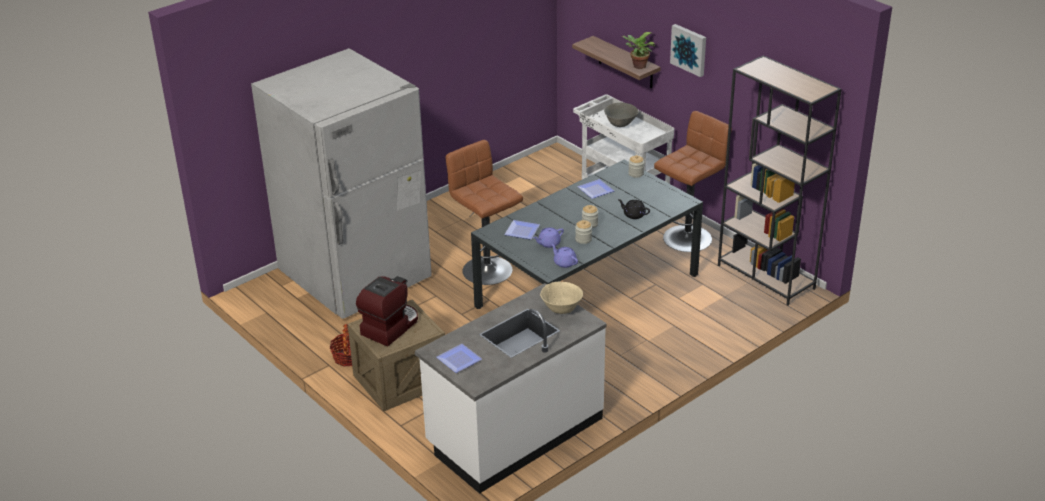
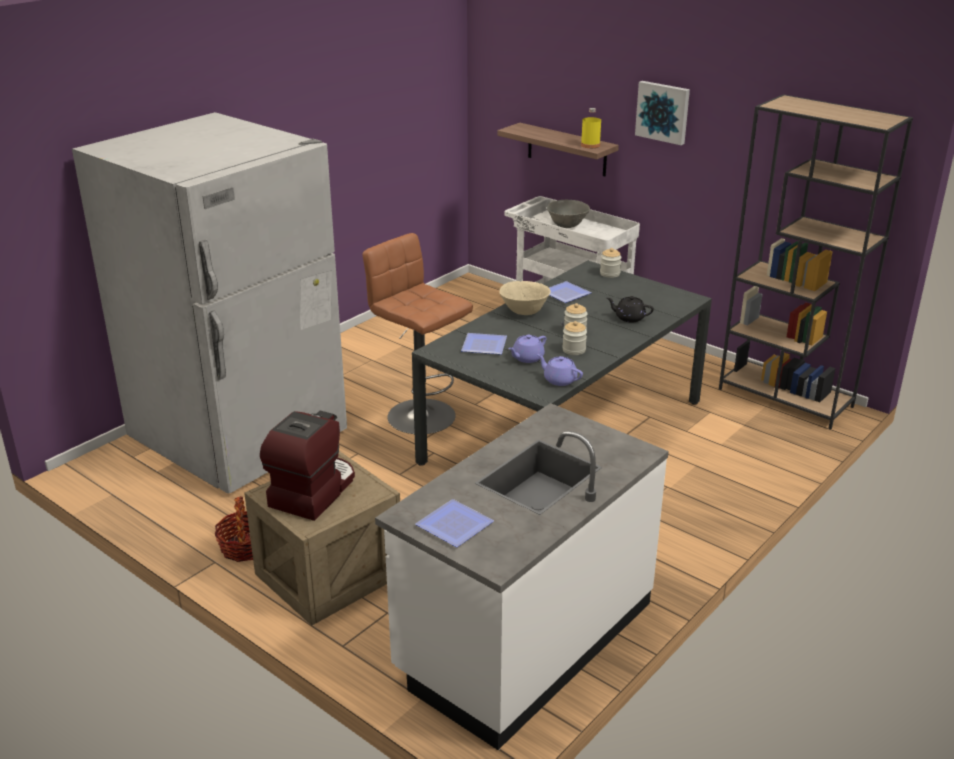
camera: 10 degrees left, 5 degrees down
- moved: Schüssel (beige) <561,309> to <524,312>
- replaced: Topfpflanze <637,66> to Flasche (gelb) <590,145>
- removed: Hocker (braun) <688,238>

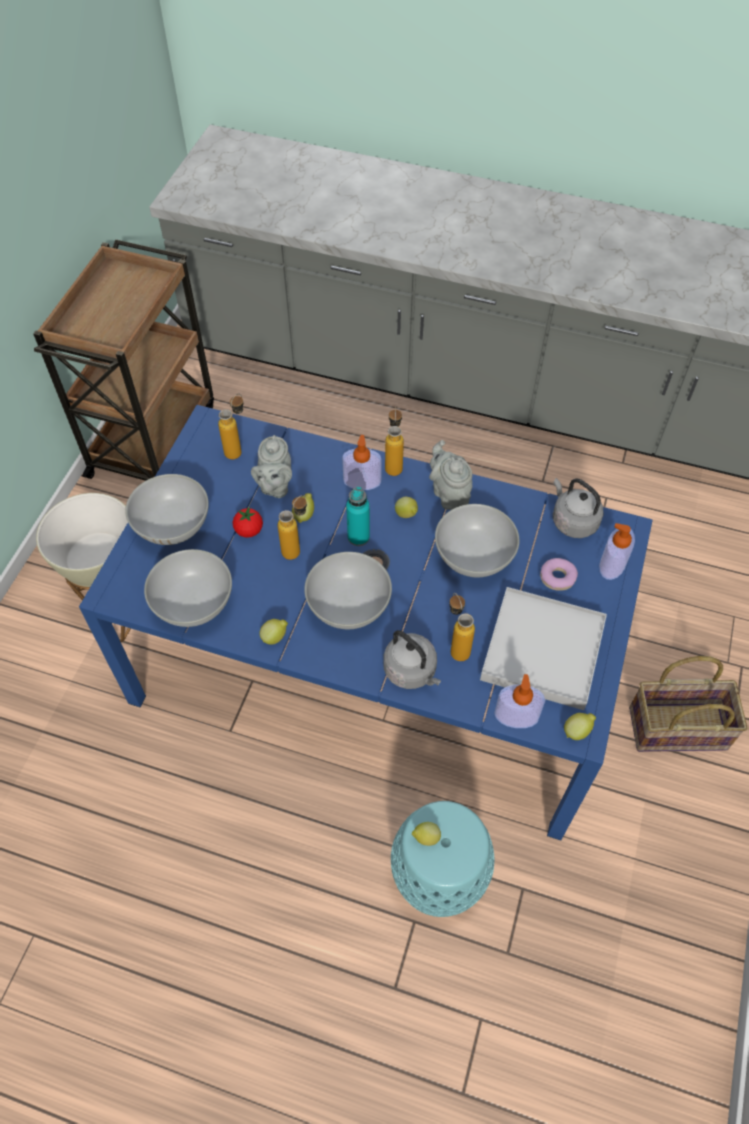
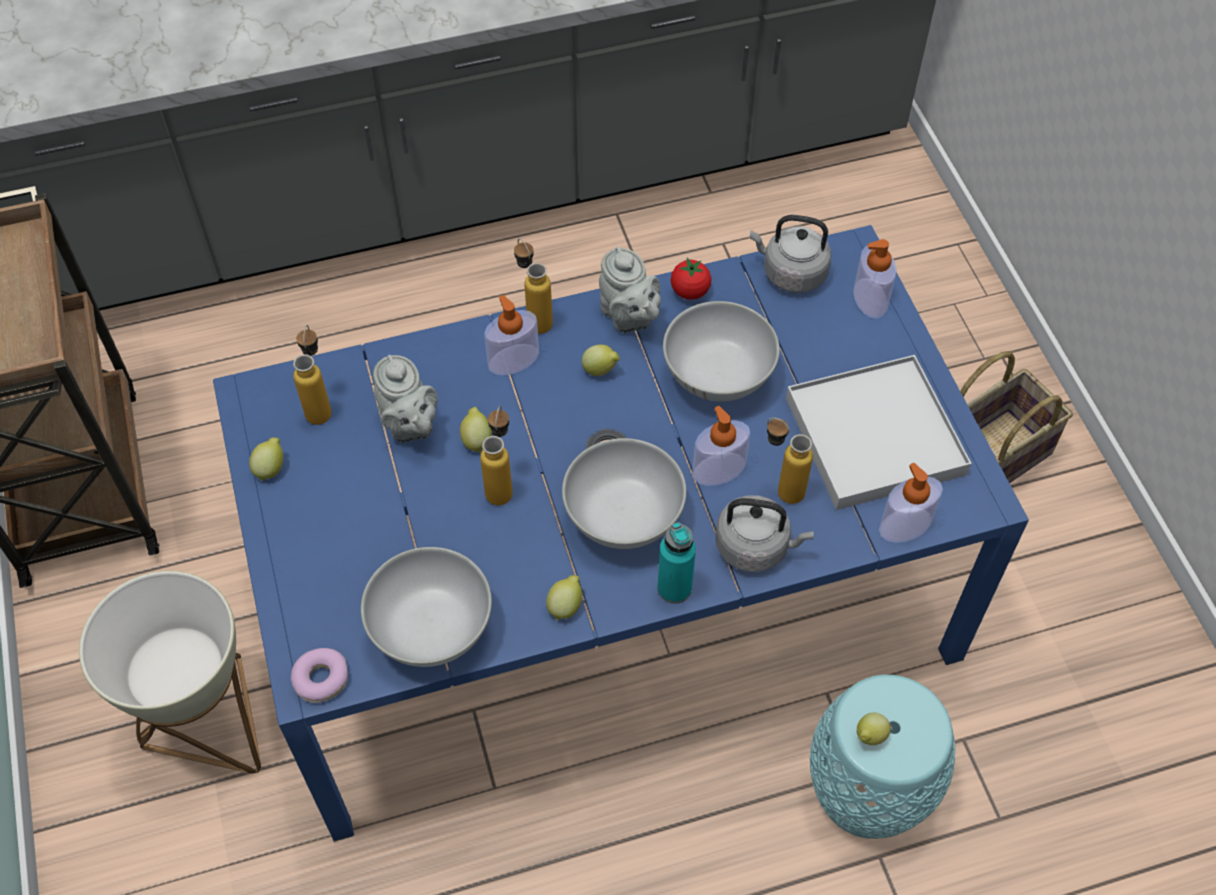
camera: 35 degrees left, 0 degrees up
- moved: Zitrone <577,731> to <271,468>
- moved: Donut <557,577> to <321,679>
- turned: Teekanne (grau) <449,493> = <628,317> 150 degrees counterclockwise
- moved: Flasche (türkis) <358,537> to <674,588>
- moved: Tomate <249,530> to <690,291>
- added: Seifenspender <719,469>
- removed: Schüssel (weiß) <173,527>

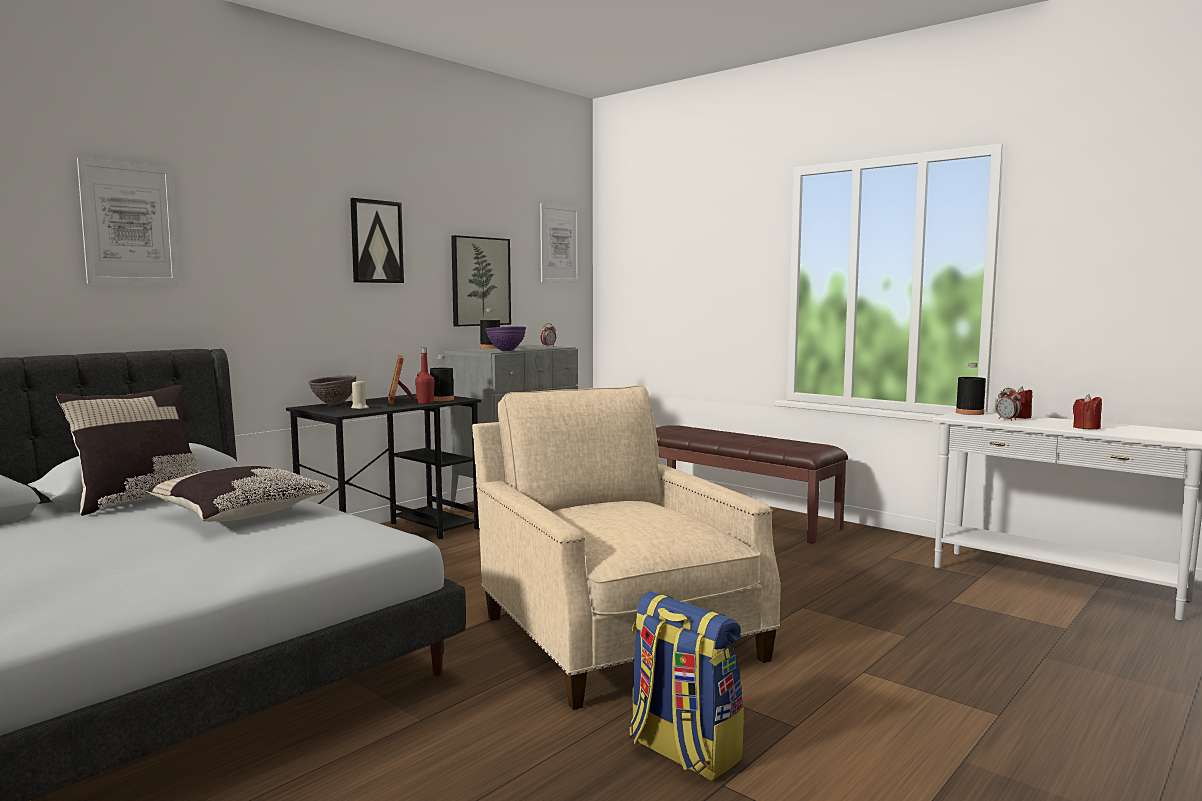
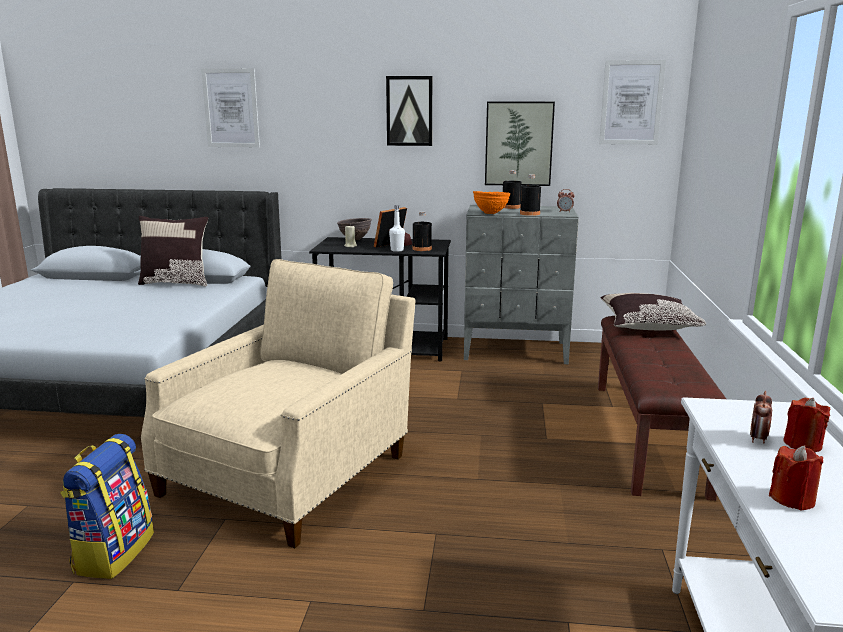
camera: 55 degrees right, 10 degrees up
- recoloured: Flasche (rot) <425,403> to Flasche (weiß) <397,250>
- recoloured: Schüssel (lila) <506,351> to Schüssel (orange) <491,213>
- moved: Flasche (schwarz) <969,413> to <530,214>
- moved: Kissen <241,514> to <648,326>

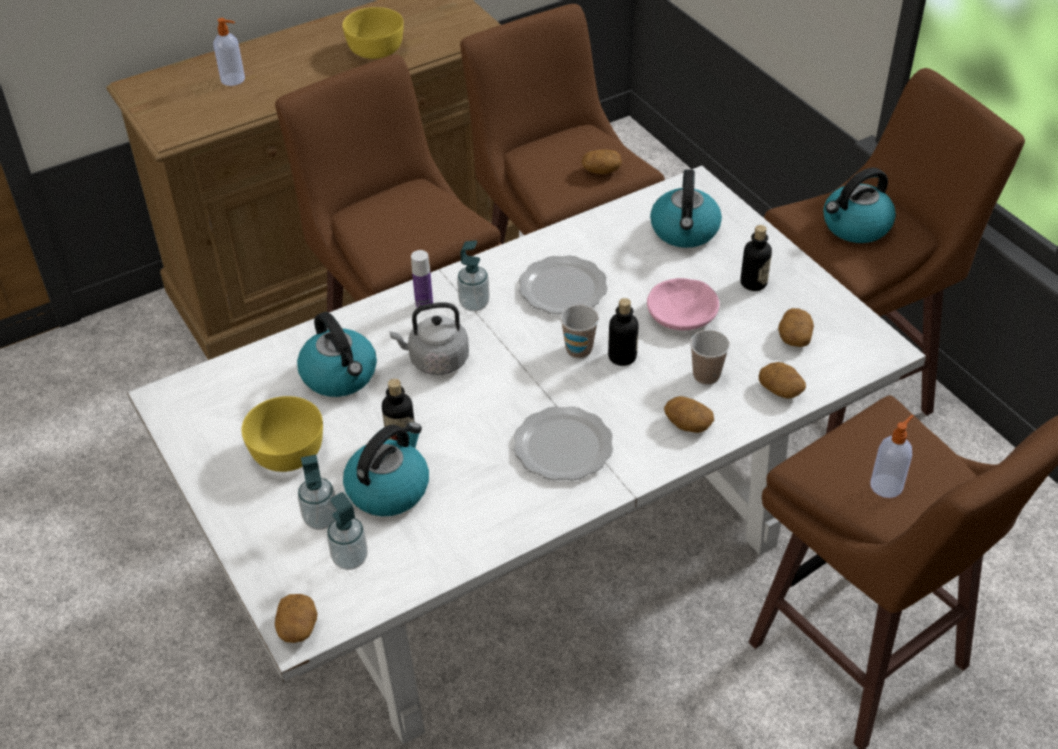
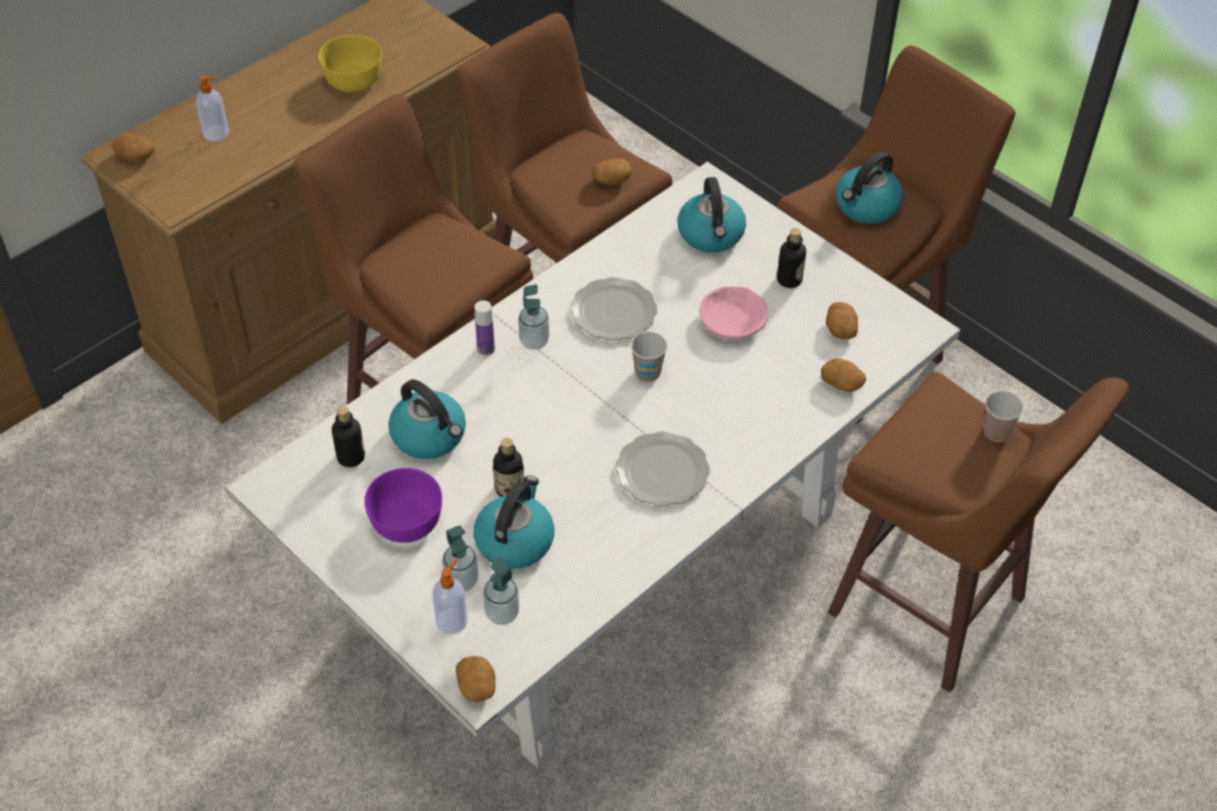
camera: 15 degrees left, 5 degrees up
- moved: Kartoffel <687,424> to <135,156>
- moved: Flasche <622,357> to <351,457>
- recoloured: Schüssel (gelb) <288,450> to Schüssel (lila) <406,520>
- moved: Seifenspender <887,485> to <452,620>
- moved: Tasse <706,375> to <996,432>
- removed: Wasserkessel (grau) <435,361>

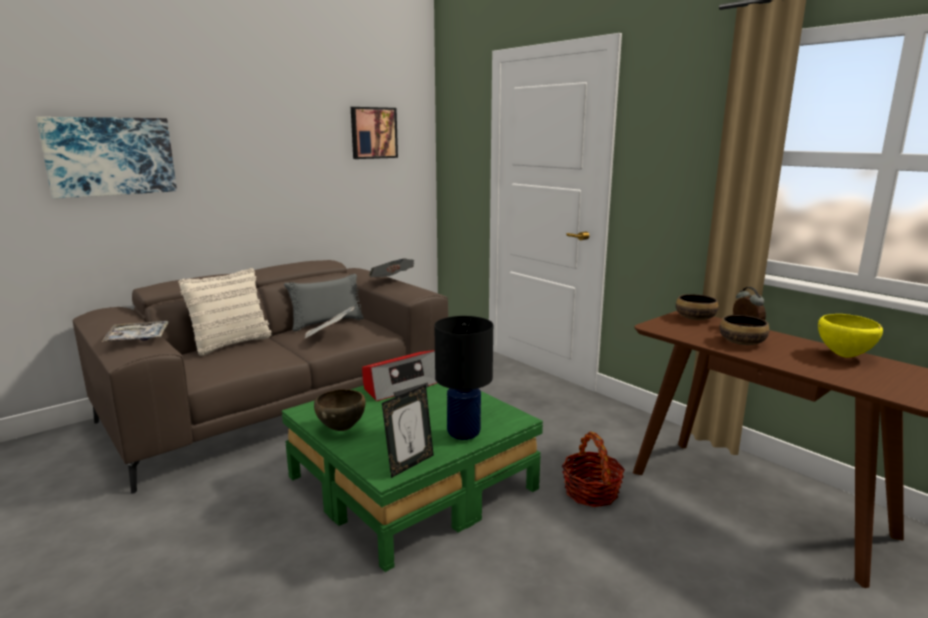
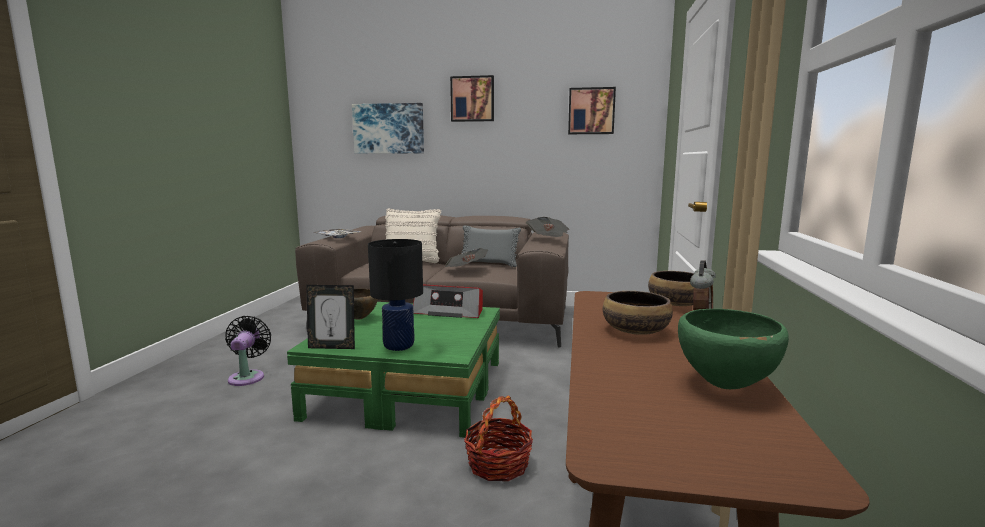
camera: 50 degrees right, 5 degrees down
- added: Ventilator (schwarz) <248,377>
- added: Bild <472,99>
- recoloured: Schüssel (gelb) <844,356> to Schüssel (grün) <726,386>

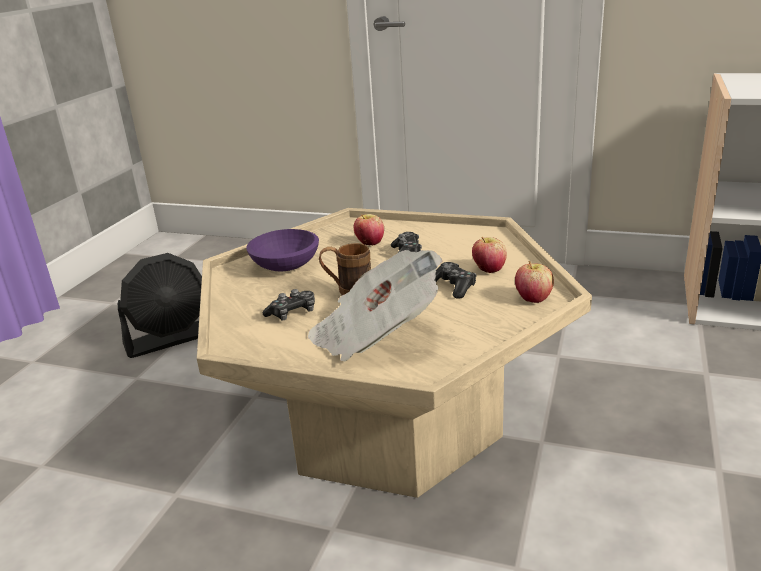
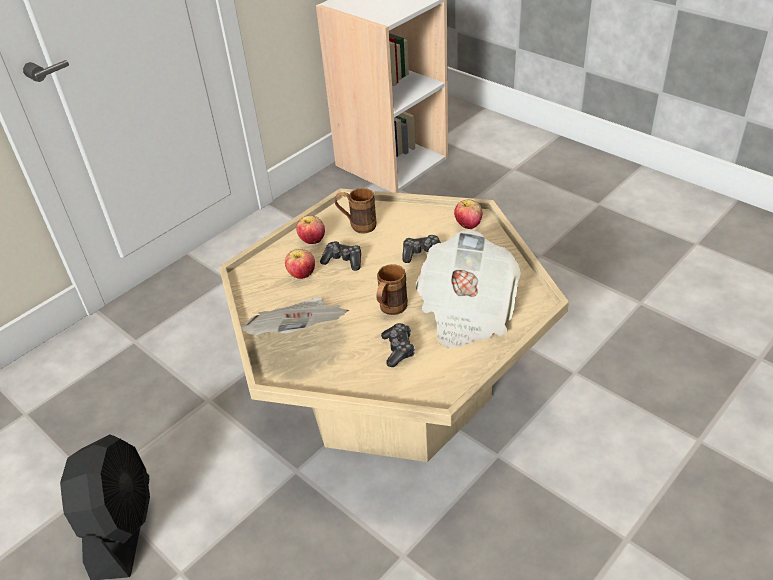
camera: 65 degrees left, 15 degrees up
- replaced: Schüssel (lila) <286,265> to Zeitung <300,336>
- moved: Apfel <489,269> to <312,240>
- added: Henkelbecher (braun) <357,226>

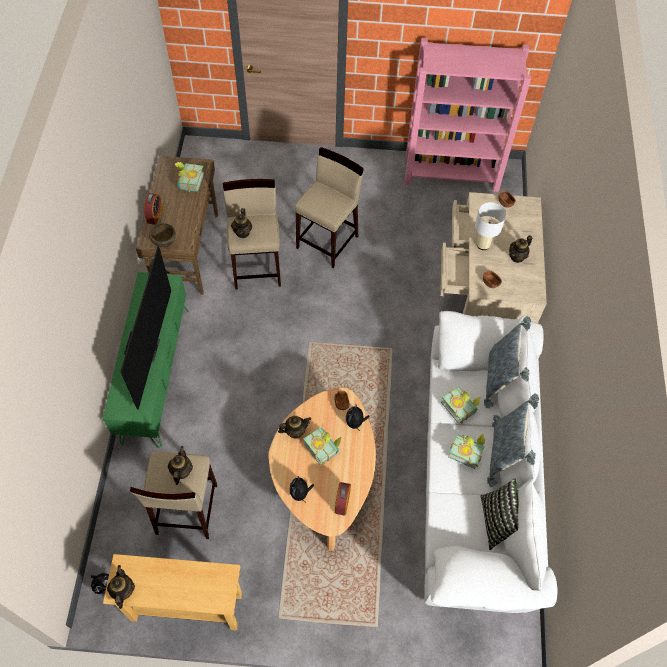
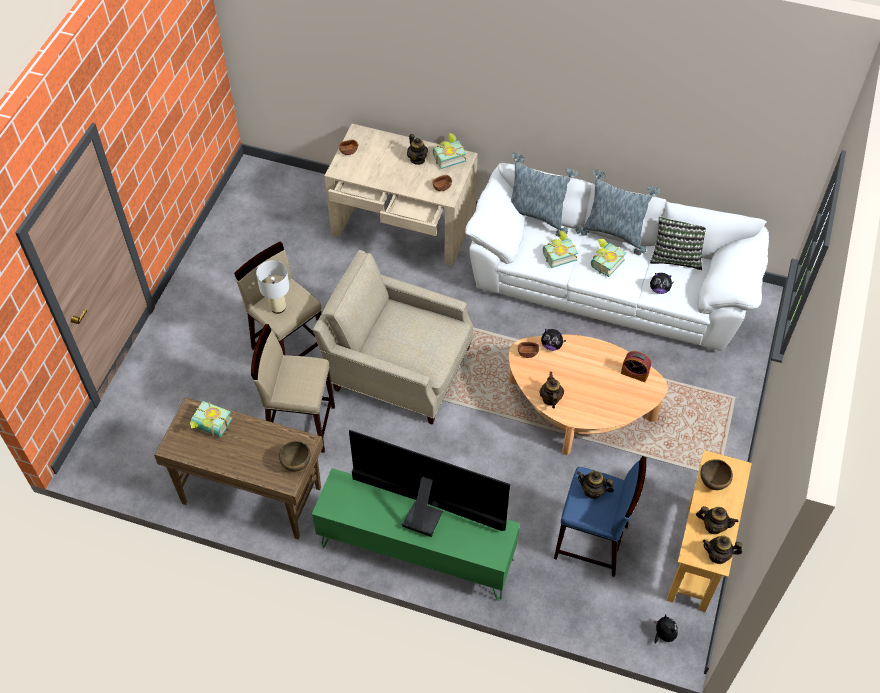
camera: 75 degrees left, 5 degrees down
- moved: Tischlampe (weiß) <483,244> to <277,307>
- added: Sessel (beige) <398,367>
- moved: Buch <324,447> to <448,157>
- recoloured: Hocker (beige) <186,510> to Hocker (blau) <591,543>
- moved: Plüschtier <300,493> to <659,289>
- moved: Teekanne <242,232> to <713,526>
- added: Schüssel (braun) <713,483>
- removed: Wecker <154,215>
- removed: Bücherregal (rosa) <451,172>

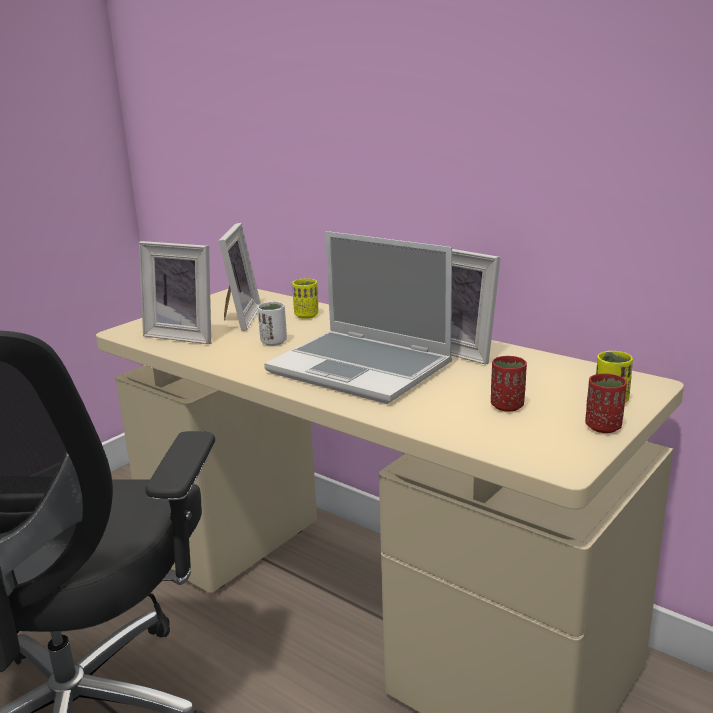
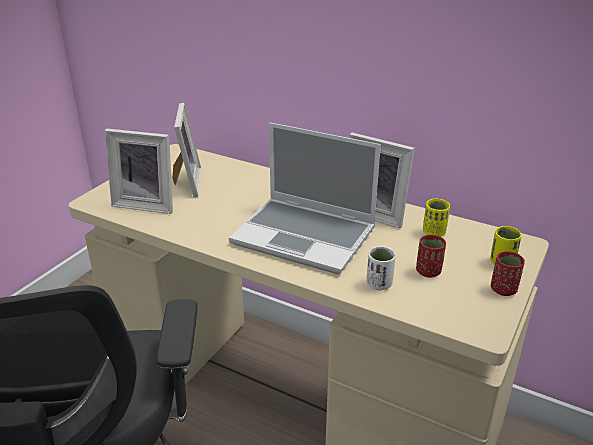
camera: 10 degrees left, 10 degrees up
- moved: Tasse (weiß) <273,342> to <379,284>
- moved: Tasse (gelb) <306,315> to <434,233>

